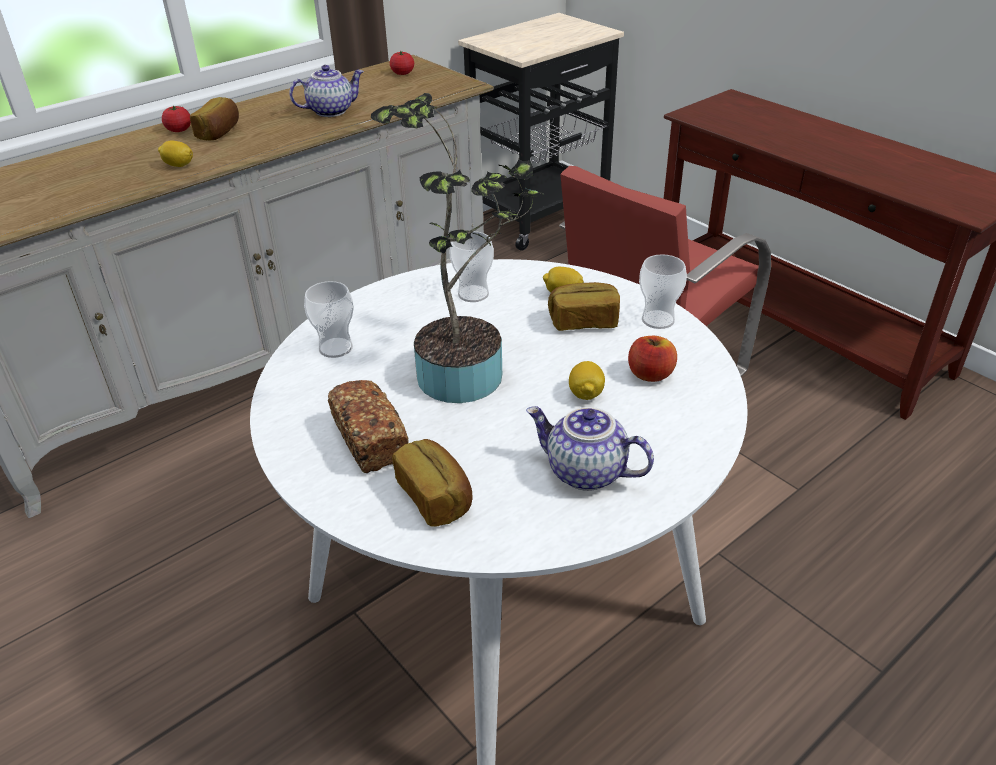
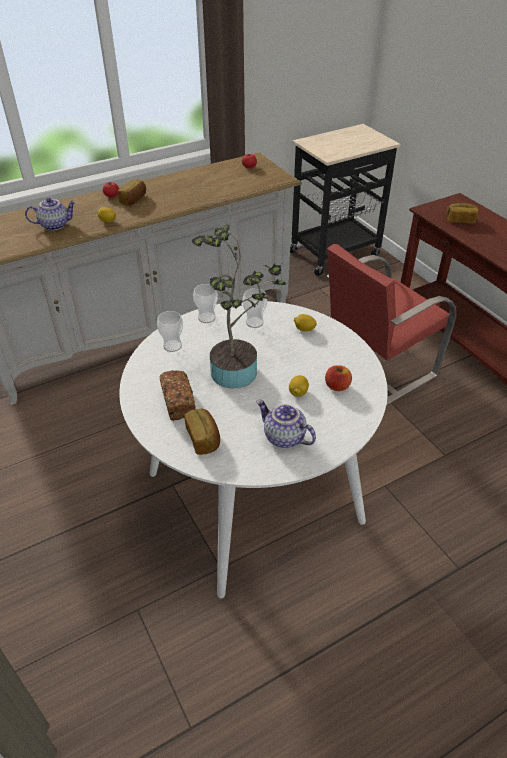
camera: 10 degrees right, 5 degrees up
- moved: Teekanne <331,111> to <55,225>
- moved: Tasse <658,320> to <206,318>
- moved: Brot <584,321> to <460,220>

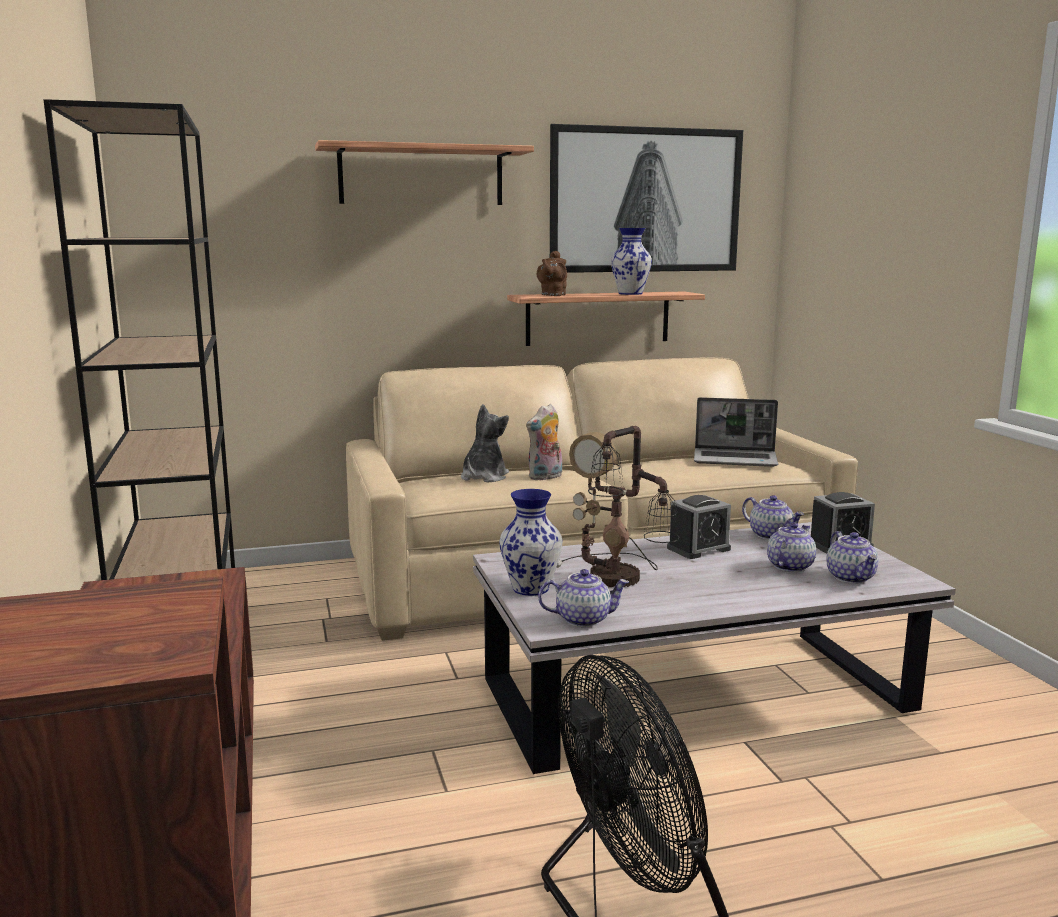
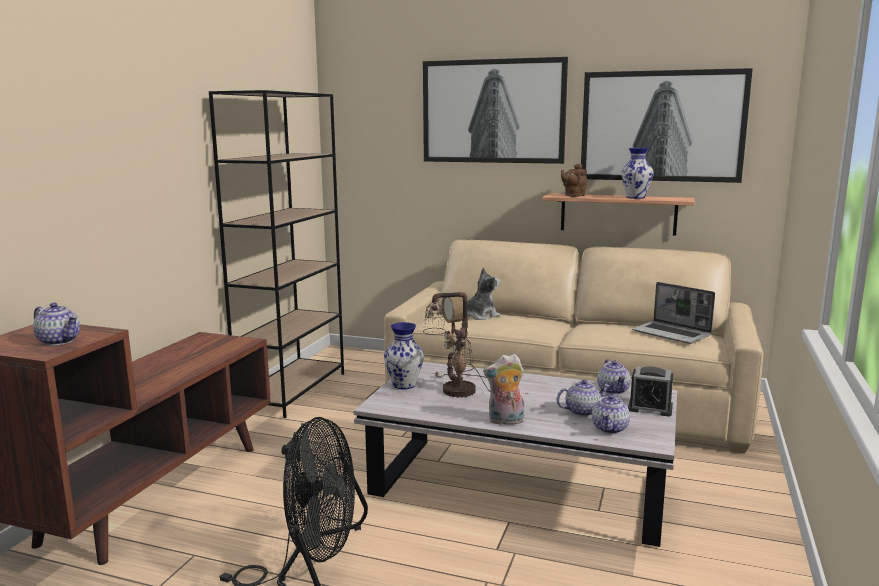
camera: 35 degrees right, 0 degrees up
- moved: Teekanne <583,619> to <60,341>
- replaced: Wandregal <421,176> to Bild <493,111>
- moved: Plüschtier <545,477> to <505,421>
- removed: Wecker <698,549>

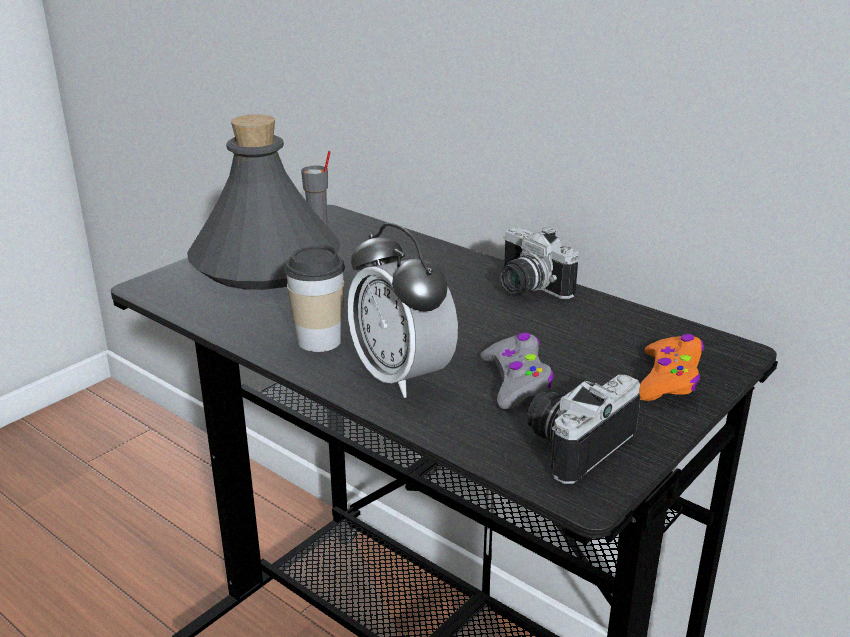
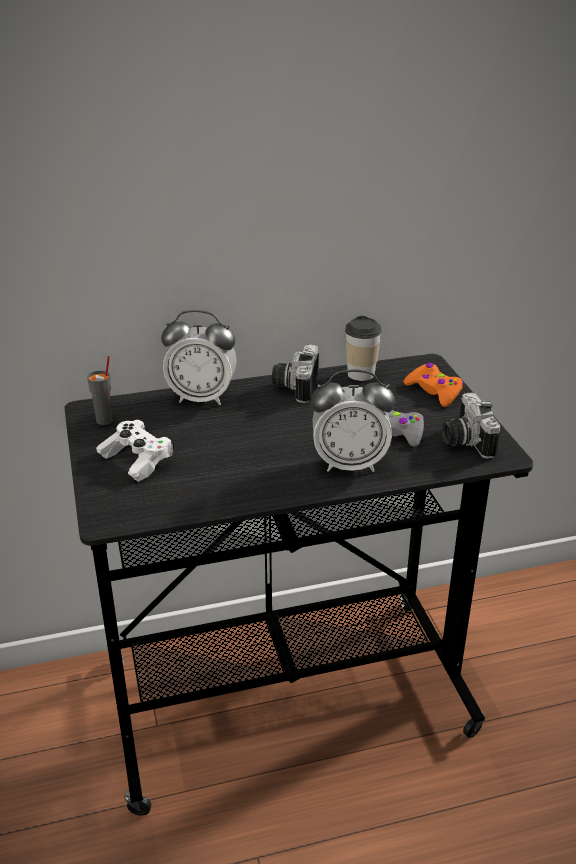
camera: 55 degrees left, 5 degrees up
- replaced: Flasche (grau) <266,264> to Gamepad (weiß) <137,460>
- added: Wecker <202,397>
- turned: Kamera <526,288> = <294,386> 105 degrees clockwise
- moved: Tasse <319,341> to <361,374>

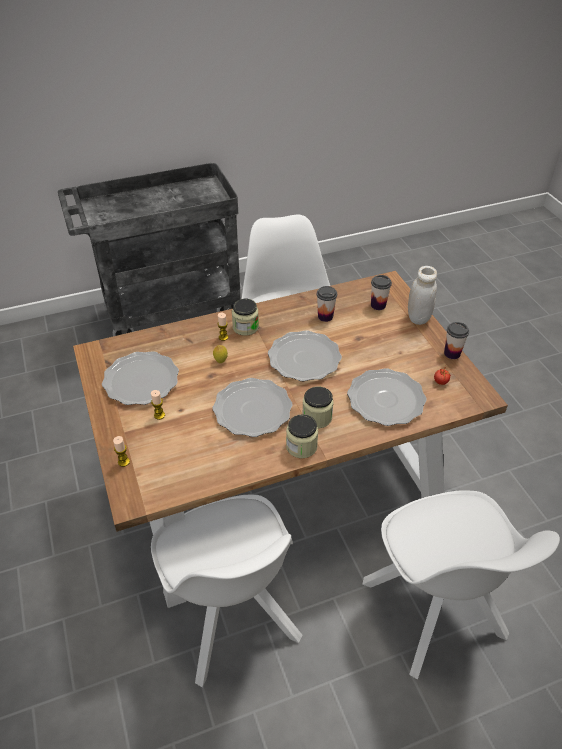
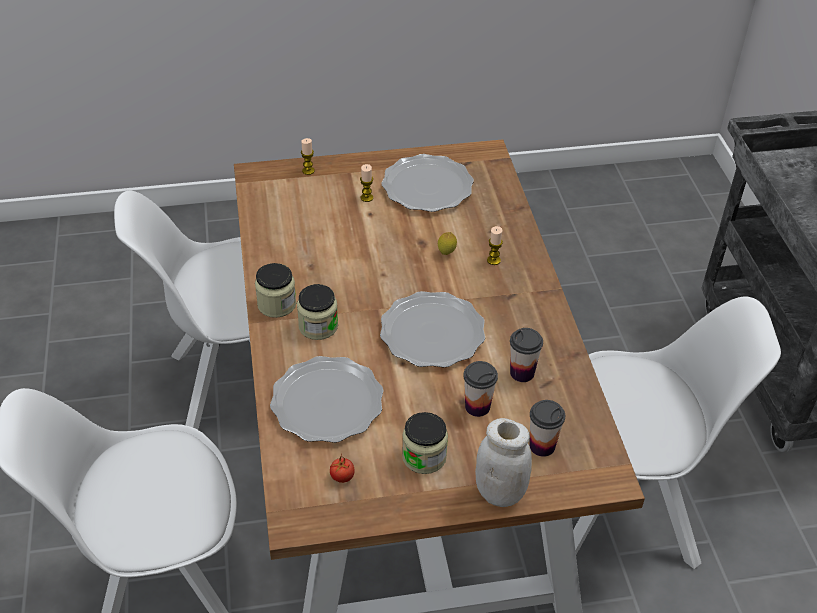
camera: 100 degrees right, 0 degrees up
- moved: Vorratsglas <245,327> to <424,457>
- moved: Tasse <452,353> to <477,407>
- removed: Teller <253,409>

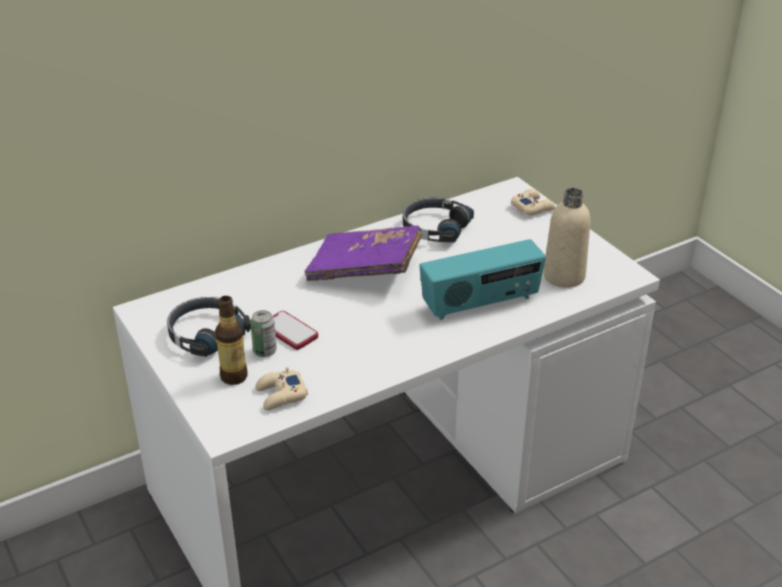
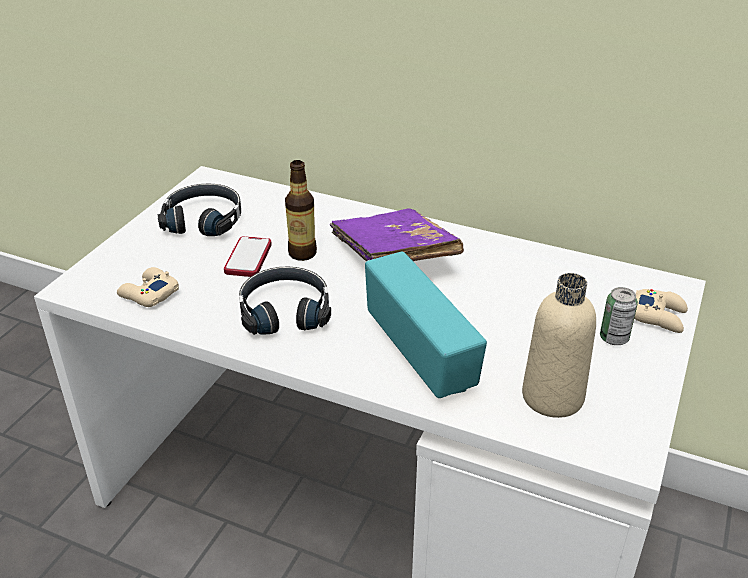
camera: 55 degrees right, 0 degrees up
- moved: Kopfhörer (schwarz) <434,228> to <285,311>
- moved: Flasche <234,376> to <302,253>
- turned: Radio <481,304> = <421,354> 150 degrees counterclockwise
- moved: Dose <265,351> to <614,338>

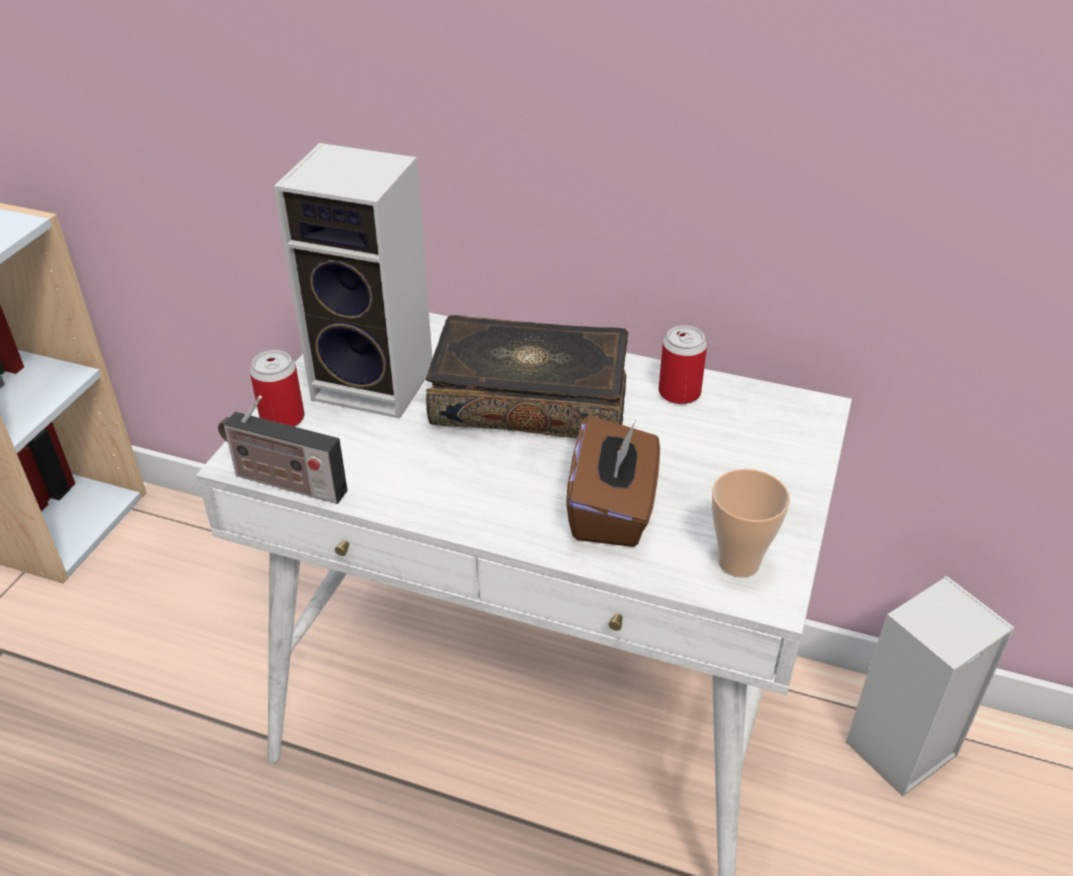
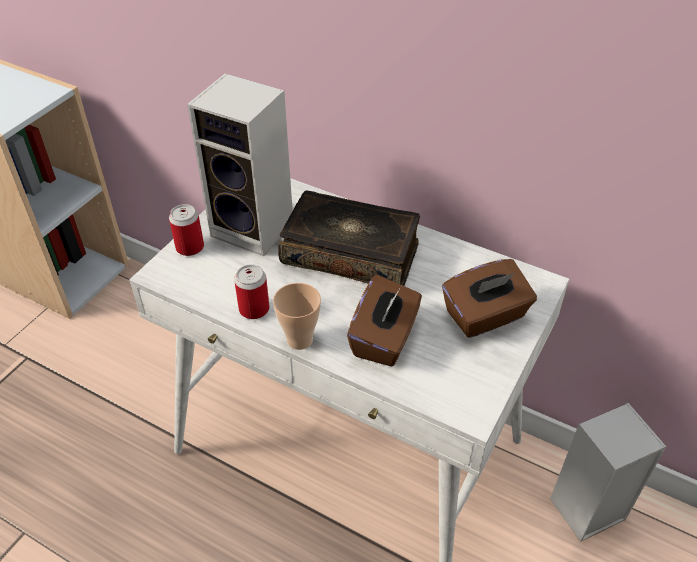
camera: 10 degrees right, 5 degrees up
- moved: Dose <679,393> to <254,309>
- moved: Tasse <738,562> to <299,340>
- added: Taschentuchbox (braun) <485,316>
- removed: Radio <285,483>

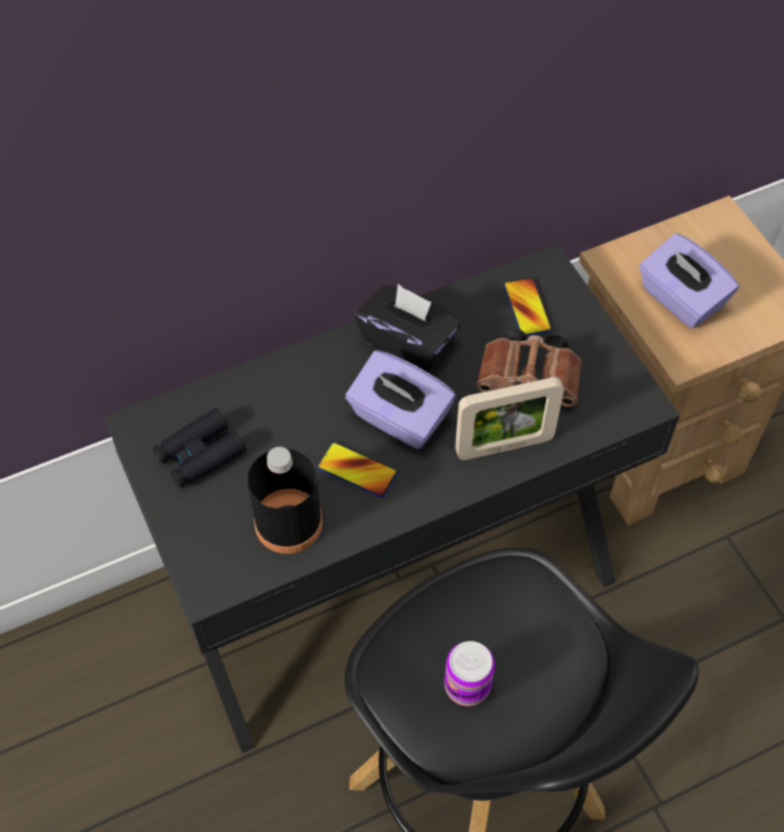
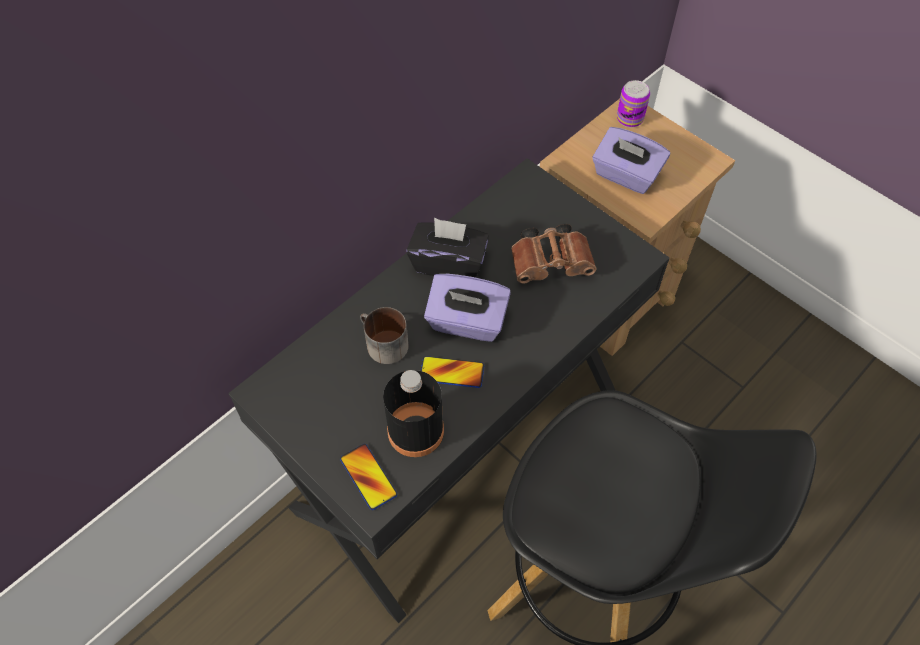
camera: 20 degrees left, 0 degrees up
- moved: Handy <526,308> to <368,477>
- added: Henkelbecher <382,344>
- moved: Dose <467,686> to <629,118>
- removed: Fernglas (schwarz) <200,454>
- removed: Bilderrahmen <504,446>

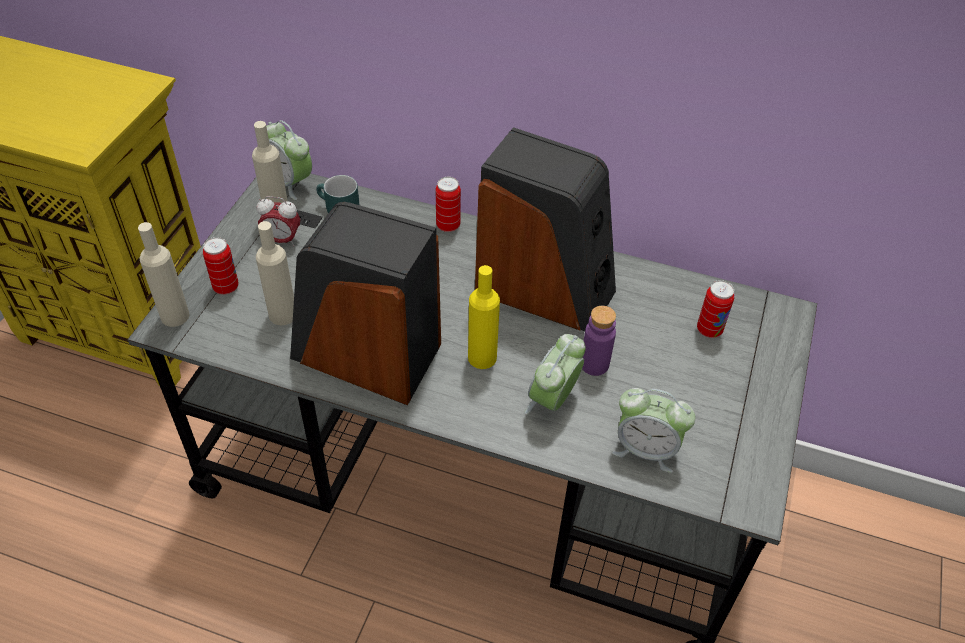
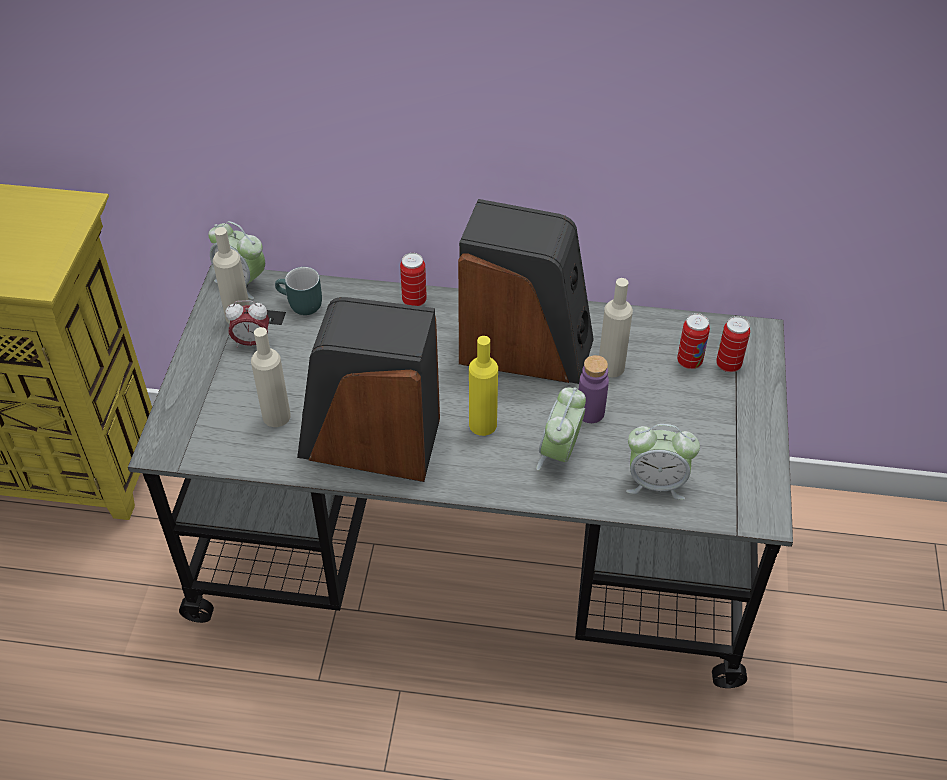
camera: 10 degrees left, 0 degrees up
- moved: Flasche (beige) <175,316> to <611,367>
- moved: Dose <226,287> to <728,365>

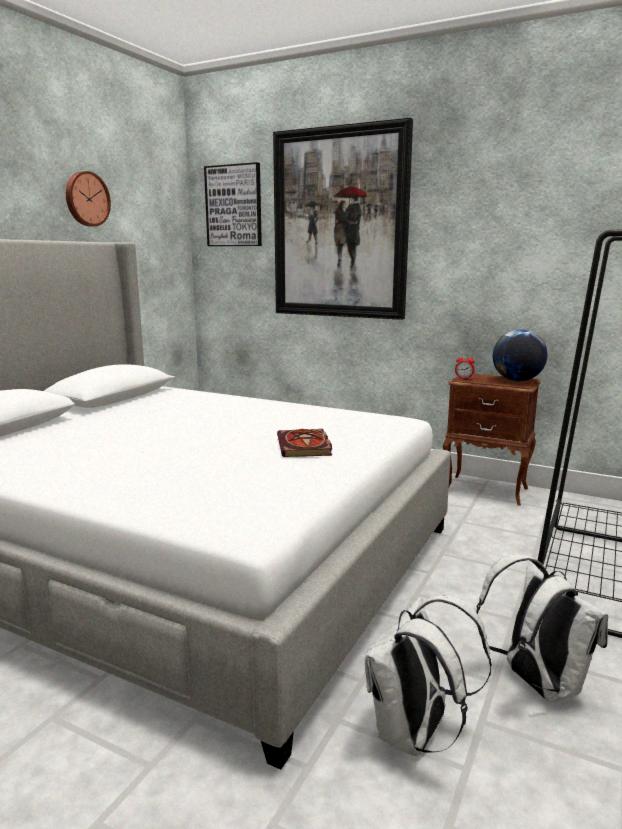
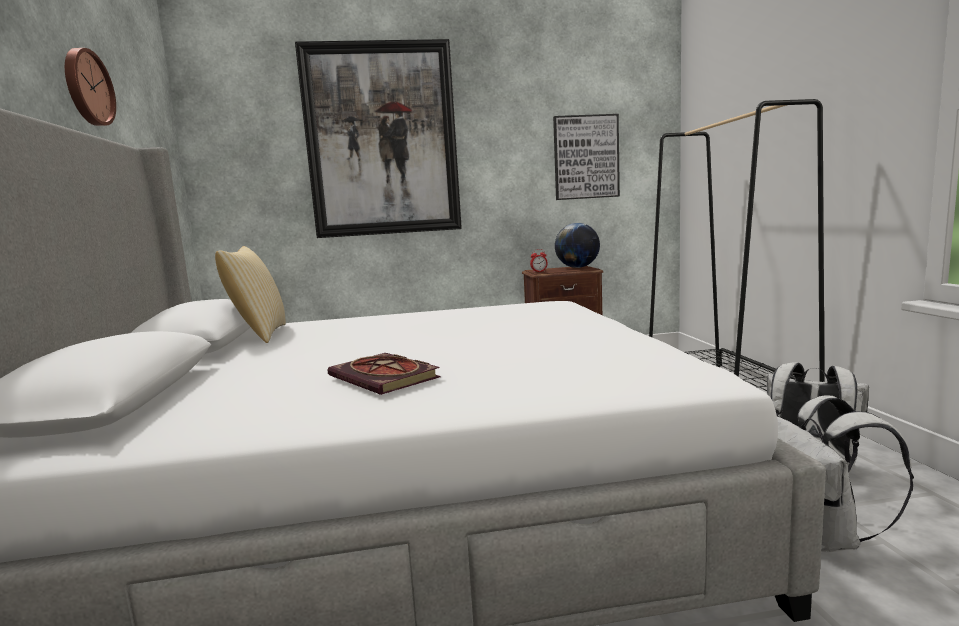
camera: 35 degrees left, 5 degrees down
- added: Kissen <259,335>
- moved: Buch <305,446> to <387,377>
- moved: Bild <234,206> to <586,157>

